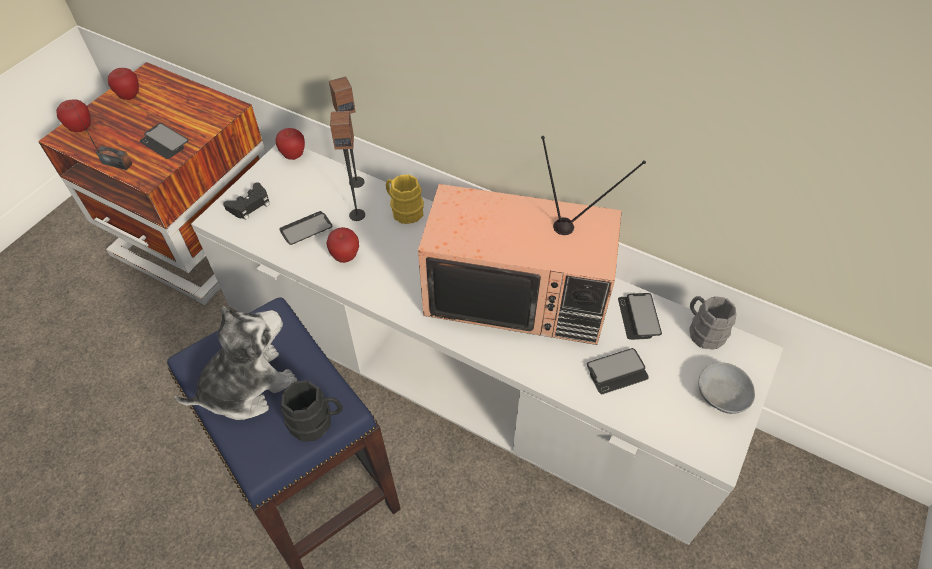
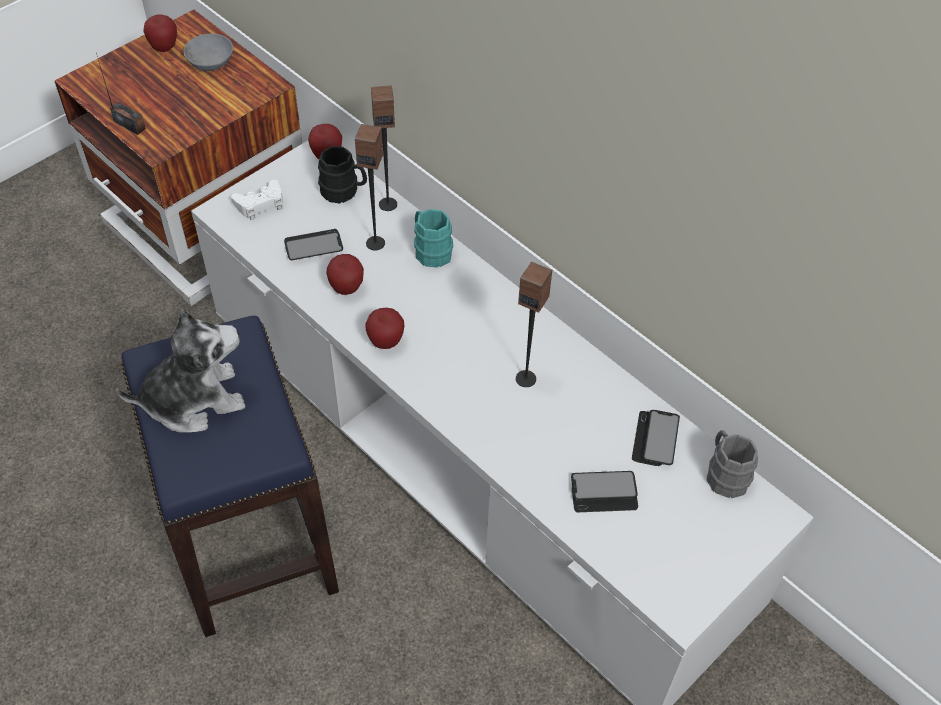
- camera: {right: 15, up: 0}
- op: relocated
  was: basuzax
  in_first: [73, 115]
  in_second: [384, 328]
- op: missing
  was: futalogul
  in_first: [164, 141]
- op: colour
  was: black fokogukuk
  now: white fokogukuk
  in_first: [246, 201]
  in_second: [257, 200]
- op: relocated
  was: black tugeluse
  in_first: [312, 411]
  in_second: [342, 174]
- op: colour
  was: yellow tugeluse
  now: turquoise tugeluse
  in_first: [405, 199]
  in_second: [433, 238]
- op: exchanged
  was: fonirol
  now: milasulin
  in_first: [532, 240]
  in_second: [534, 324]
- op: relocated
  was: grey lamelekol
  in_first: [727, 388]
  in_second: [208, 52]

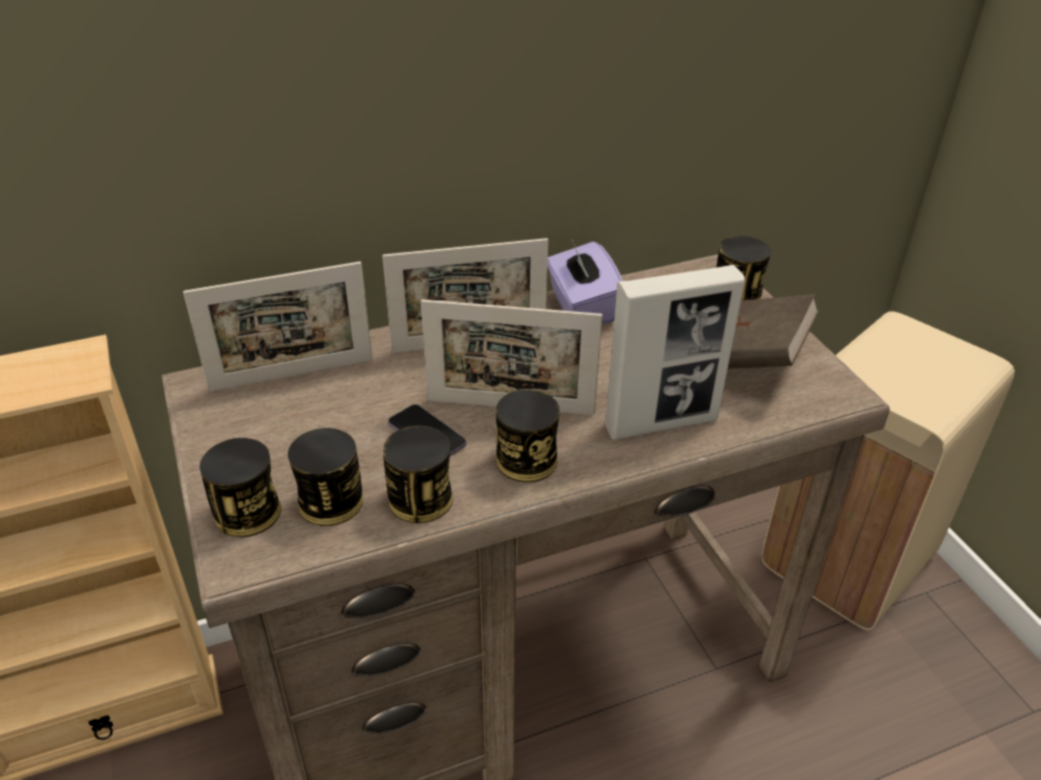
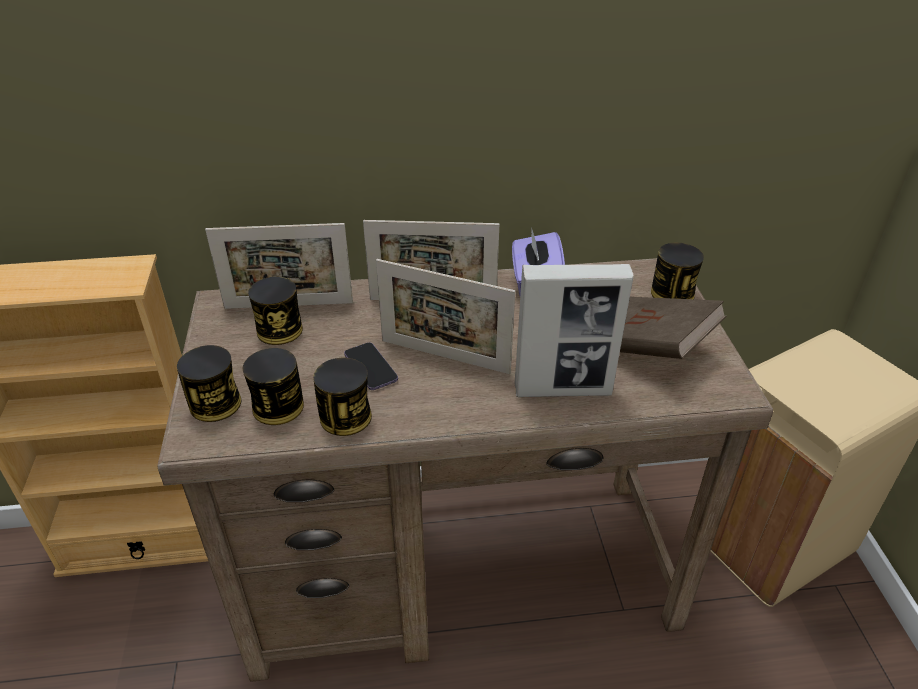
- camera: {right: 15, up: 0}
- op: relocated
  was: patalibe
  in_first: [528, 435]
  in_second: [275, 311]

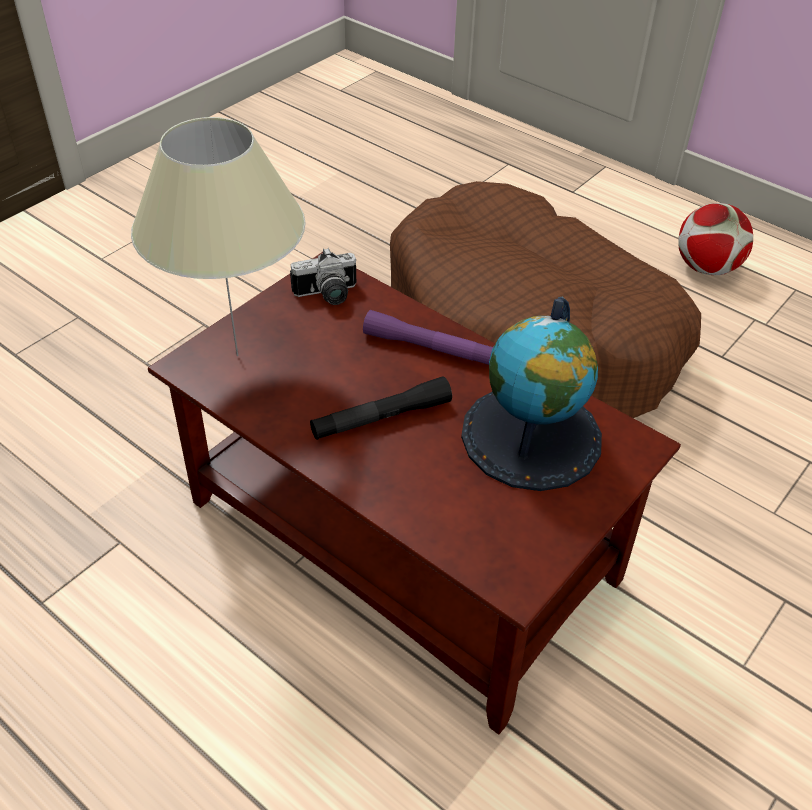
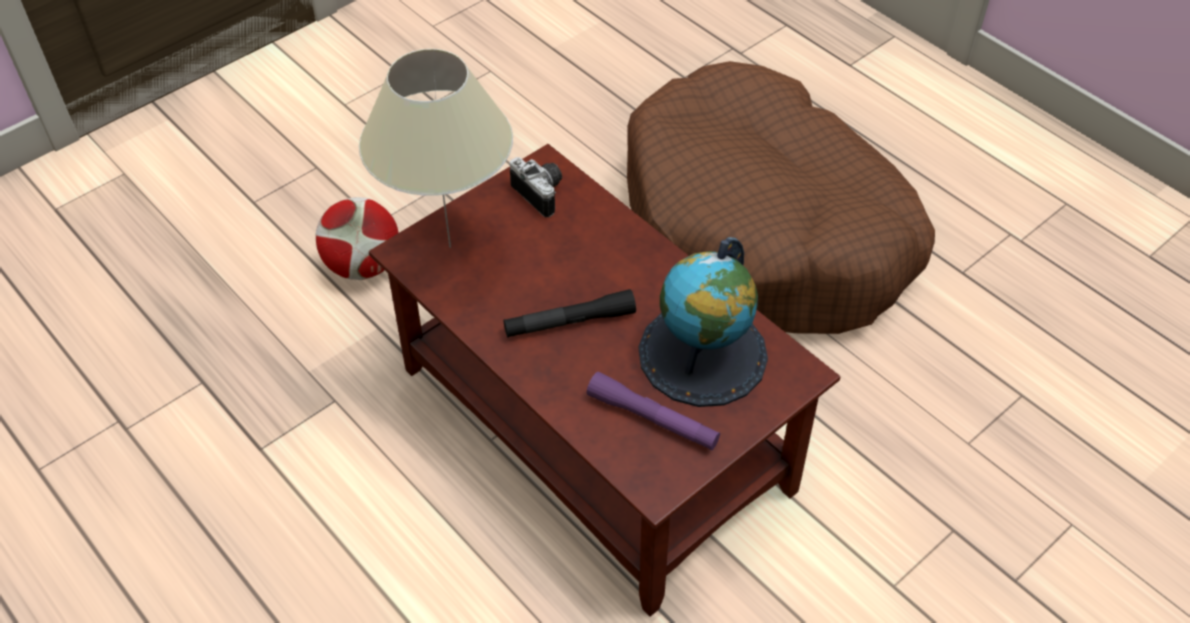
- camera: {right: 10, up: 5}
- op: spun
  was: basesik
  in_first: [323, 276]
  in_second: [536, 187]
  clockwise: -120
- op: relocated
  was: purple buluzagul
  in_first: [428, 337]
  in_second: [653, 411]
- op: relocated
  was: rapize
  in_first: [715, 239]
  in_second: [357, 238]

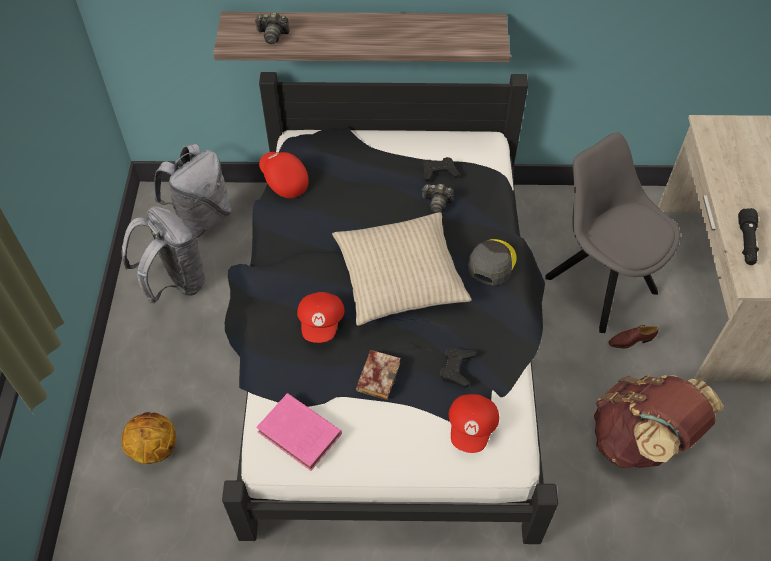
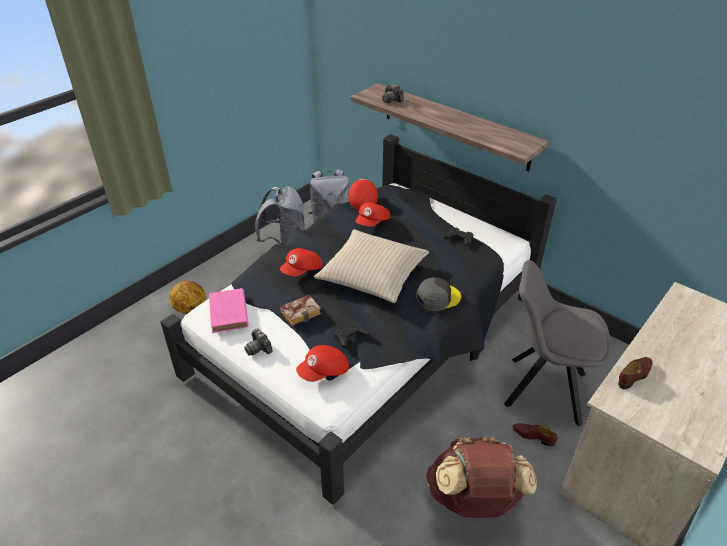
- camera: {right: 40, up: -15}
- op: relocated
  was: basesik
  in_first: [437, 198]
  in_second: [258, 342]
- op: spun
  was: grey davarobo
  in_first: [613, 233]
  in_second: [557, 343]
  clockwise: -75
- op: exchanged
  was: black buluzagul
  now: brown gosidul
  in_first: [748, 236]
  in_second: [635, 373]
- op: appeared
  now: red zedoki
  in_second: [372, 215]

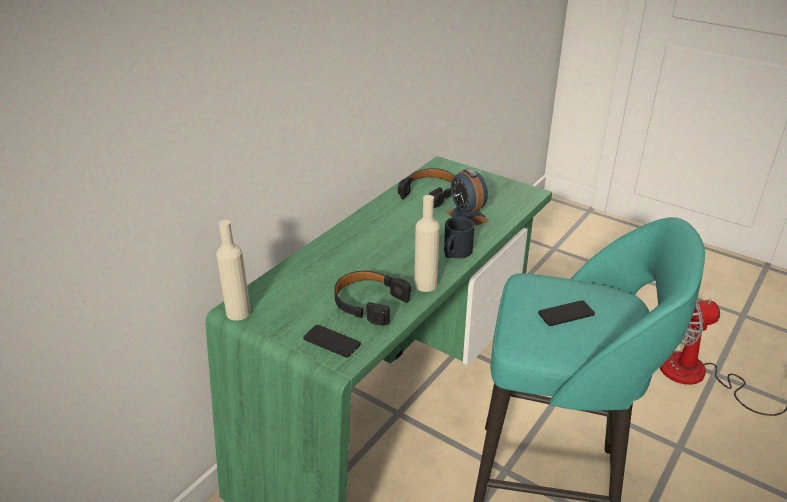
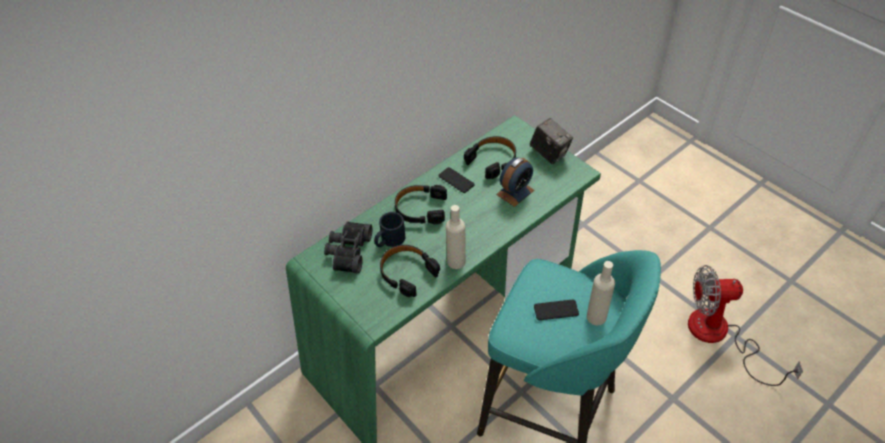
- camera: {right: 15, up: 15}
- op: relocated
  was: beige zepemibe
  in_first: [233, 270]
  in_second: [601, 293]
- op: relocated
  was: futalogul
  in_first: [332, 341]
  in_second: [456, 180]
- op: relocated
  was: black tugeluse
  in_first: [459, 237]
  in_second: [389, 229]
- op: spun
  was: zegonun
  in_first: [467, 196]
  in_second: [515, 182]
  clockwise: -120
- op: appeared
  now: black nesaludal
  in_second: [348, 247]
- op: appeared
  now: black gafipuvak
  in_second: [421, 204]
- op: appeared
  now: basesik
  in_second: [551, 141]

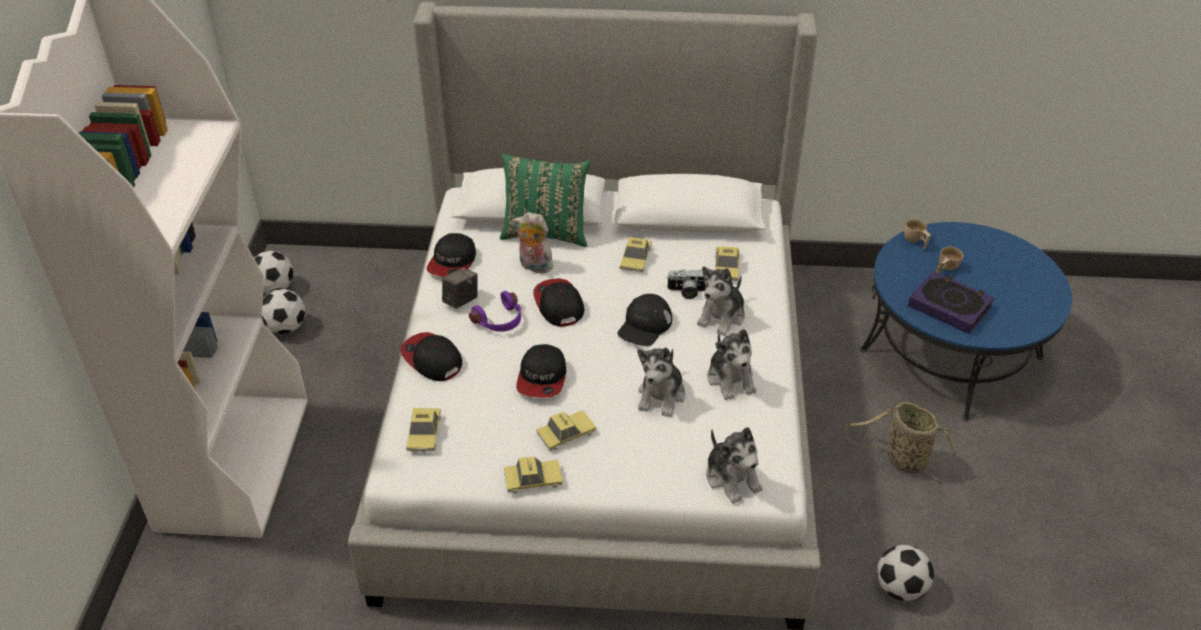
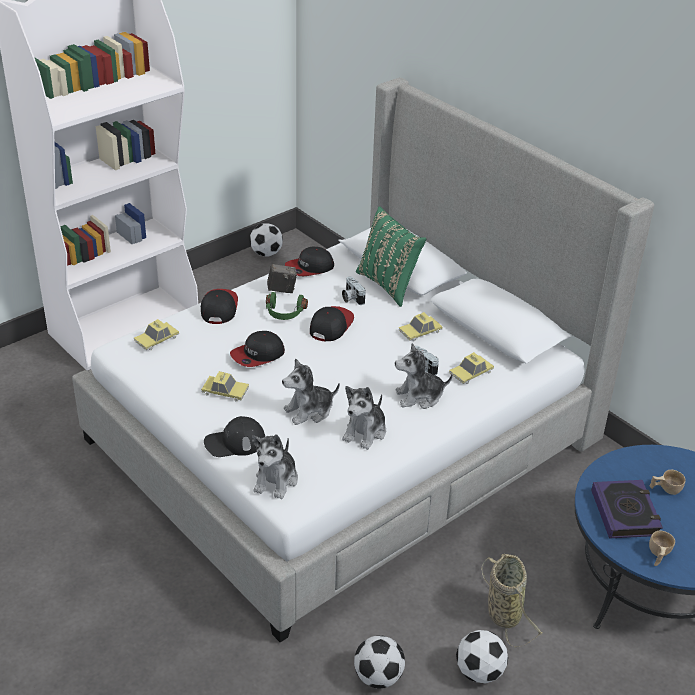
- camera: {right: 45, up: -5}
- op: relocated
  was: rapize
  in_first: [283, 311]
  in_second: [482, 656]
- op: colour
  was: purple gafipuvak
  now: green gafipuvak
  in_first: [495, 311]
  in_second: [287, 306]
- op: missing
  was: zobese
  in_first: [533, 475]
- op: exchanged
  was: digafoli
  now: basesik
  in_first: [534, 242]
  in_second: [354, 290]
- op: relocated
  was: black zedoki
  in_first: [644, 320]
  in_second: [234, 436]
- op: relocated
  was: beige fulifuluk
  in_first: [917, 234]
  in_second: [662, 548]

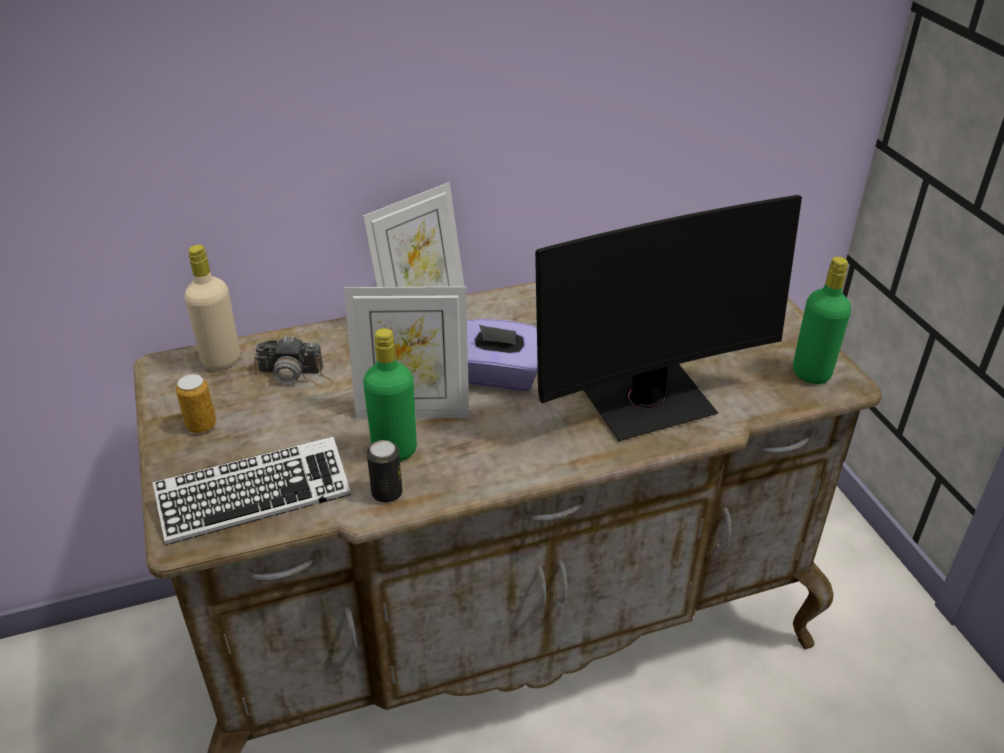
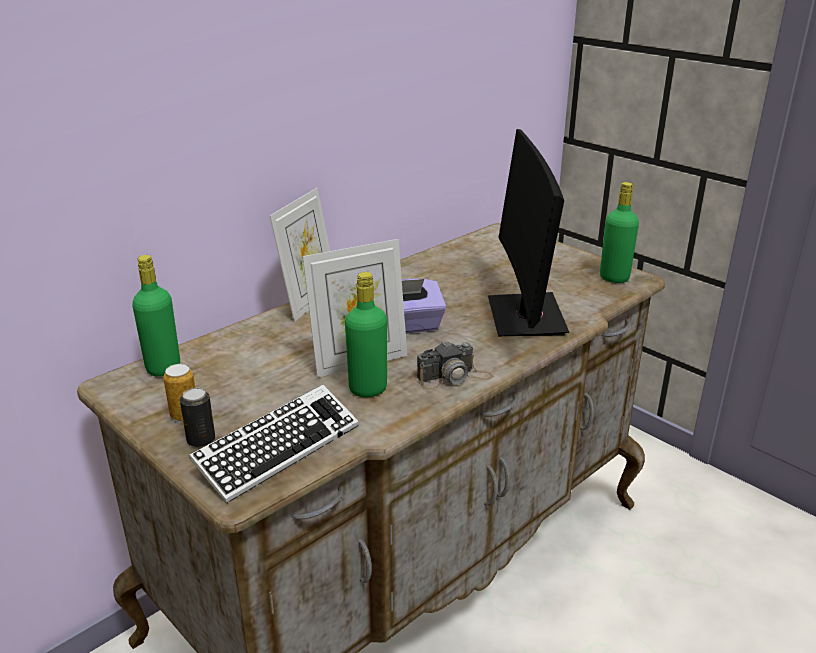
- camera: {right: -25, up: -10}
- op: colour
  was: beige zepemibe
  now: green zepemibe
  in_first: [212, 308]
  in_second: [156, 316]
- op: relocated
  was: basesik
  in_first: [294, 362]
  in_second: [455, 364]
- op: relocated
  was: patalibe
  in_first: [385, 471]
  in_second: [197, 417]
- op: spun
  was: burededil
  in_first: [668, 318]
  in_second: [528, 233]
  clockwise: 135

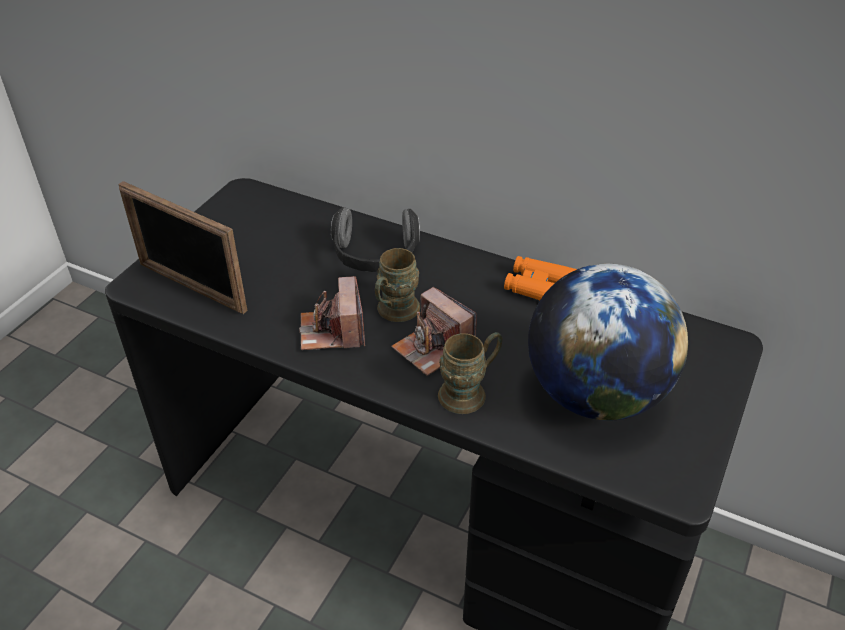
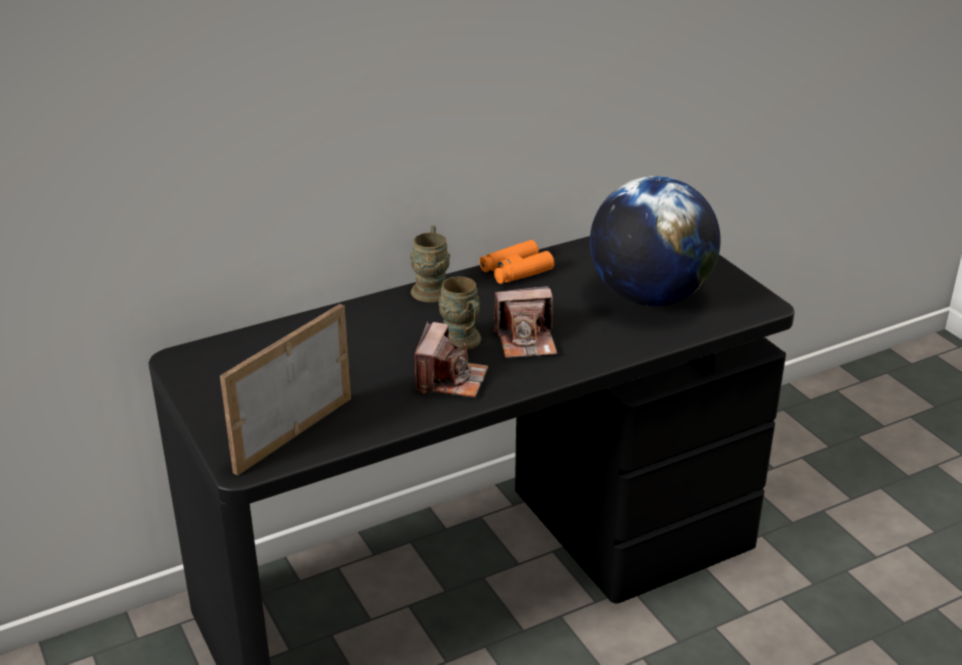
- camera: {right: -55, up: -10}
- op: spun
  was: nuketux
  in_first: [183, 247]
  in_second: [285, 390]
  clockwise: 150
- op: spun
  was: basesik
  in_first: [332, 313]
  in_second: [451, 359]
  clockwise: -105
- op: missing
  was: gafipuvak
  in_first: [375, 239]
- op: relocated
  was: brown tugeluse
  in_first: [470, 373]
  in_second: [430, 264]

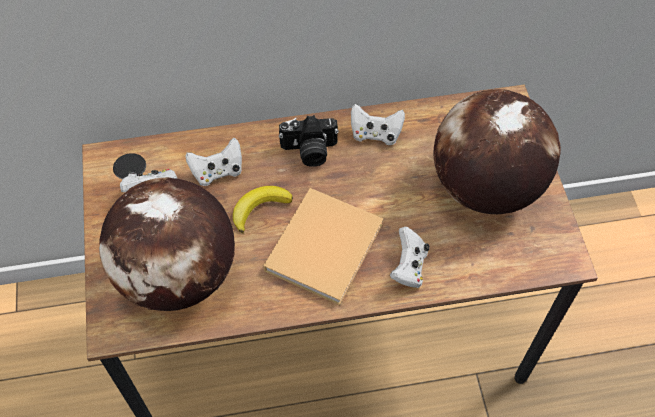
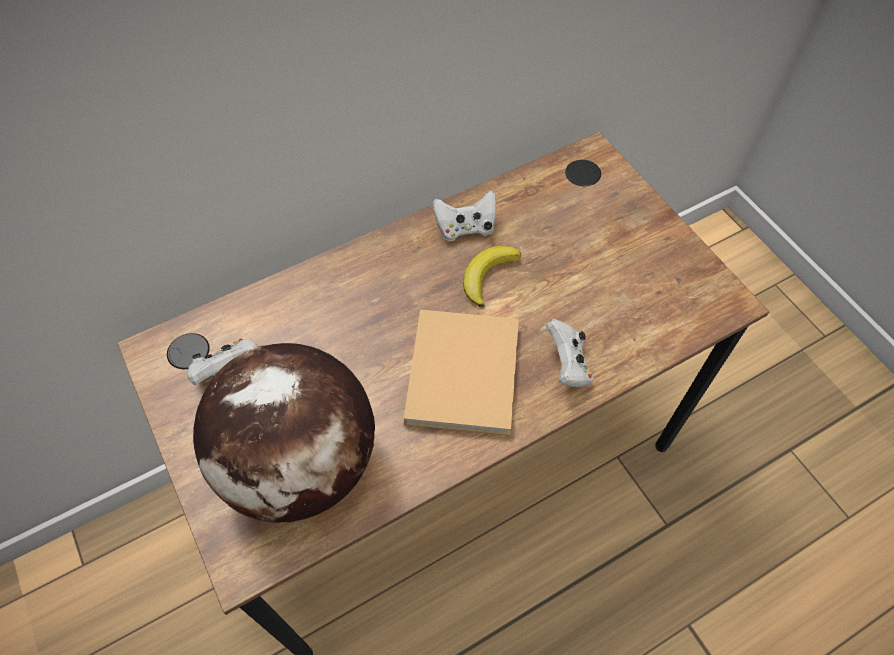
- camera: {right: -20, up: 0}
- op: missing
  was: white fokogukuk
  in_first: [213, 162]
- op: relocated
  was: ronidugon
  in_first: [263, 209]
  in_second: [492, 277]
- op: missing
  was: basesik
  in_first: [309, 141]
- op: missing
  was: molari
  in_first: [497, 151]

